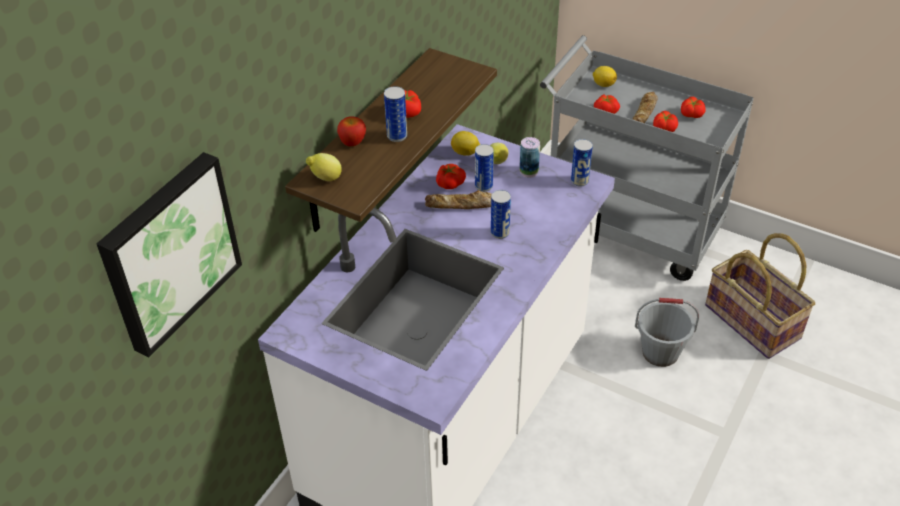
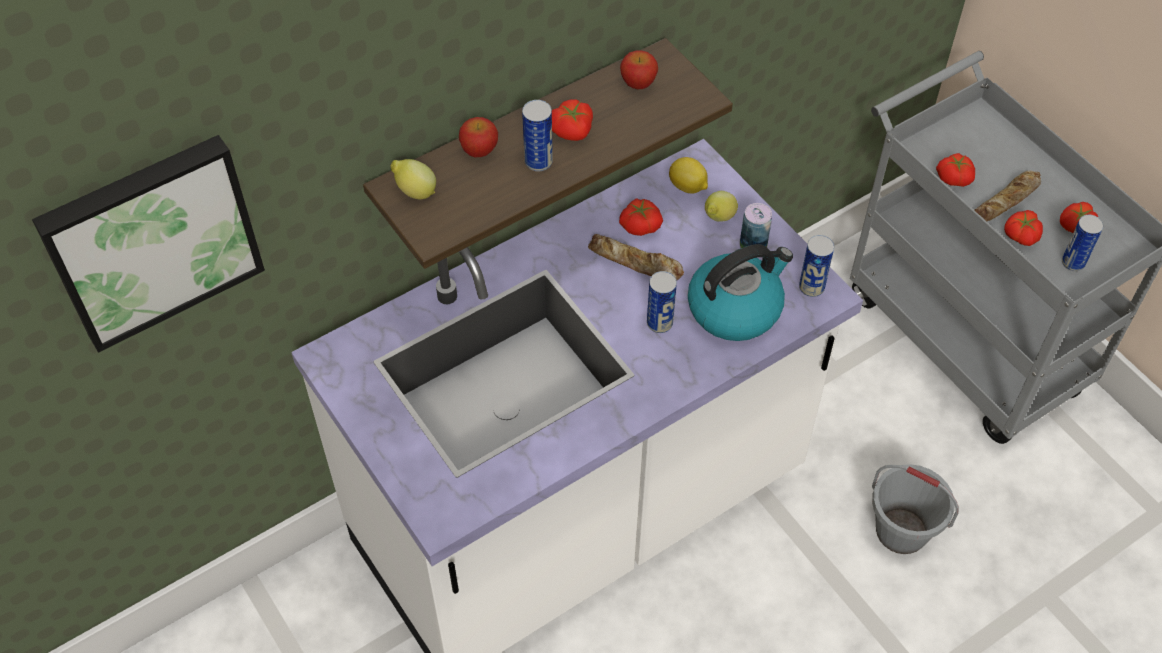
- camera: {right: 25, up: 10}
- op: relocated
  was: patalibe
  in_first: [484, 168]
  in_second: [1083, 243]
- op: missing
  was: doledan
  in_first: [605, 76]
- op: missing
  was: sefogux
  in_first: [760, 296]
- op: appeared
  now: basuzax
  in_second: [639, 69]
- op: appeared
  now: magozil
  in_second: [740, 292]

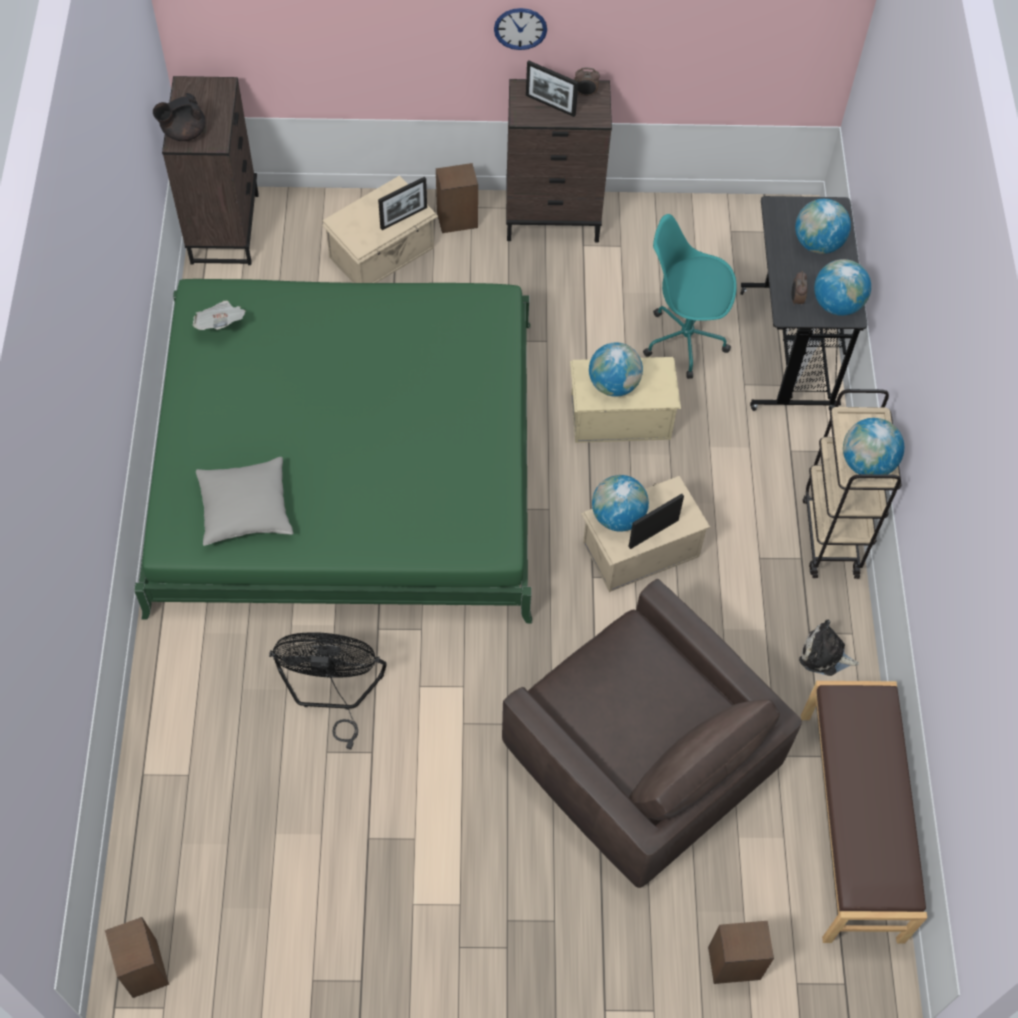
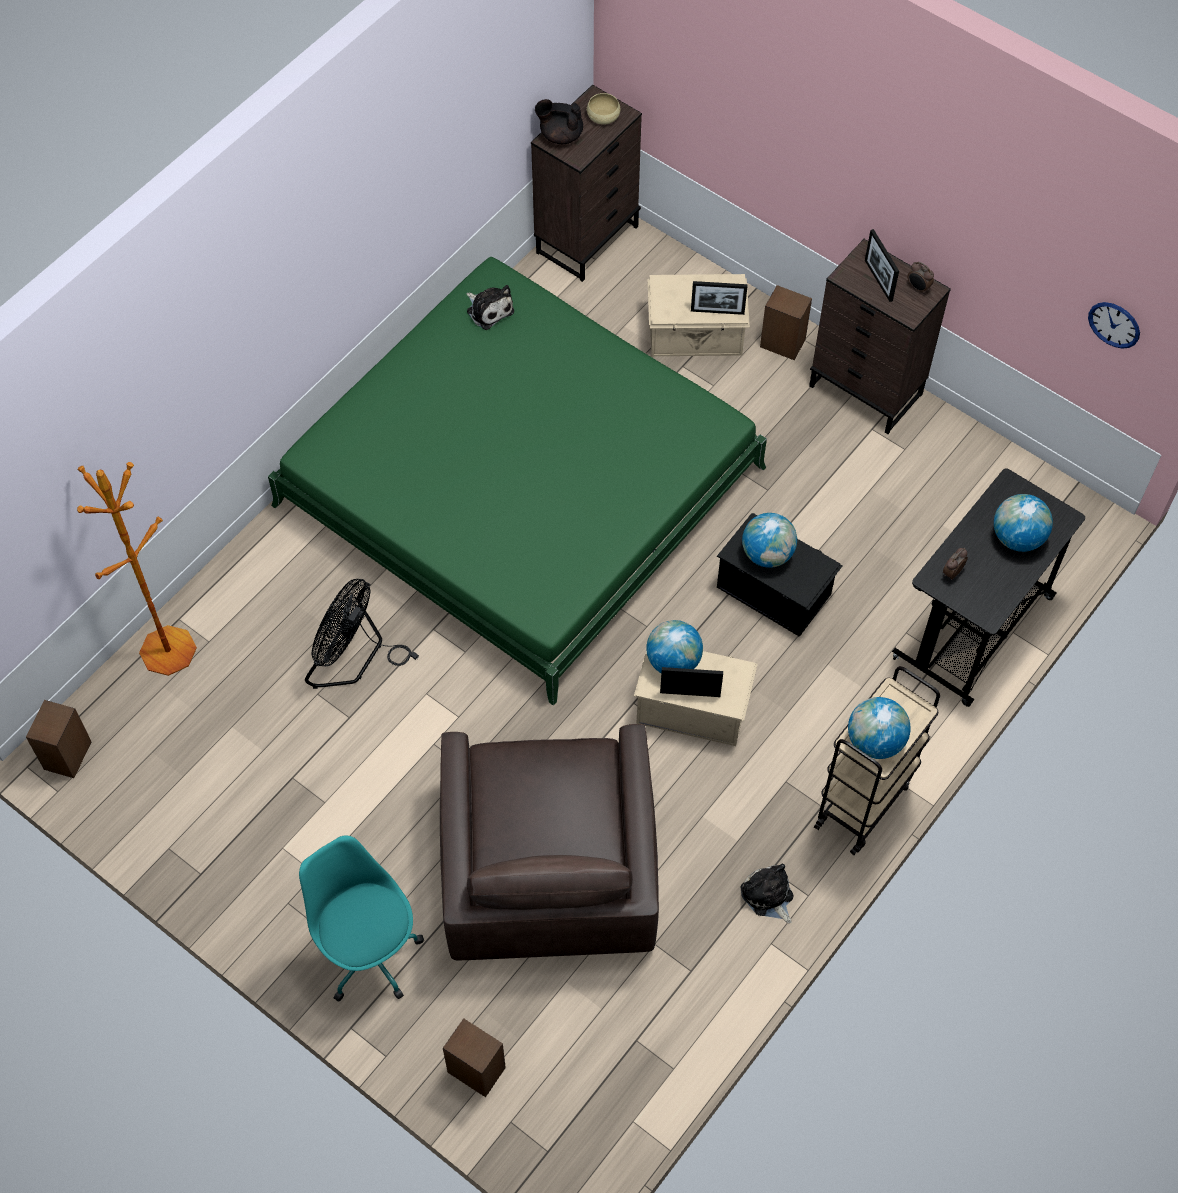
- camera: {right: 40, up: 0}
- op: exchanged
  was: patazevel
  now: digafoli
  in_first: [219, 315]
  in_second: [490, 307]
- op: missing
  was: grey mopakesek
  in_first: [244, 501]
- op: spun
  was: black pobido
  in_first: [328, 690]
  in_second: [362, 634]
  clockwise: -105
- op: relocated
  was: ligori
  in_first: [520, 29]
  in_second: [1114, 325]
- op: colour
  was: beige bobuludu
  now: black bobuludu
  in_first: [625, 399]
  in_second: [780, 575]
- op: relocated
  was: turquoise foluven
  in_first: [690, 296]
  in_second: [361, 918]
- op: missing
  was: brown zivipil
  in_first: [864, 812]
- op: missing
  was: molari
  in_first: [842, 287]
- op: appeared
  now: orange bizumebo
  in_second: [137, 569]
- op: appeared
  now: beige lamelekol
  in_second: [603, 109]

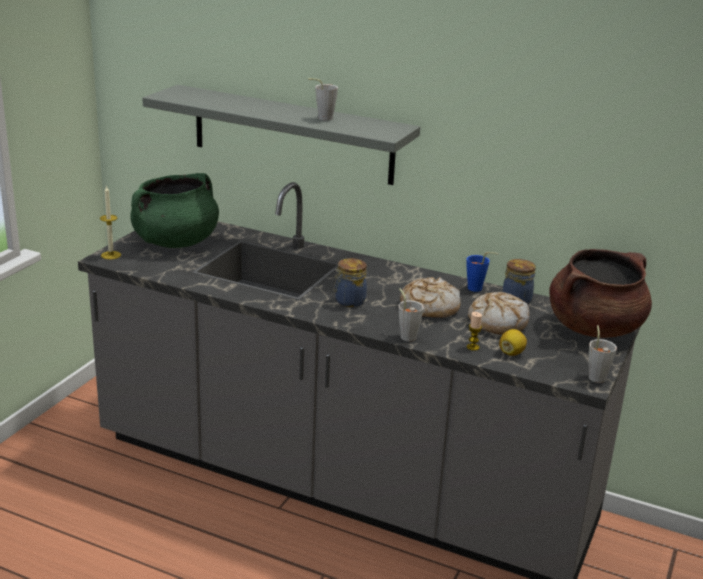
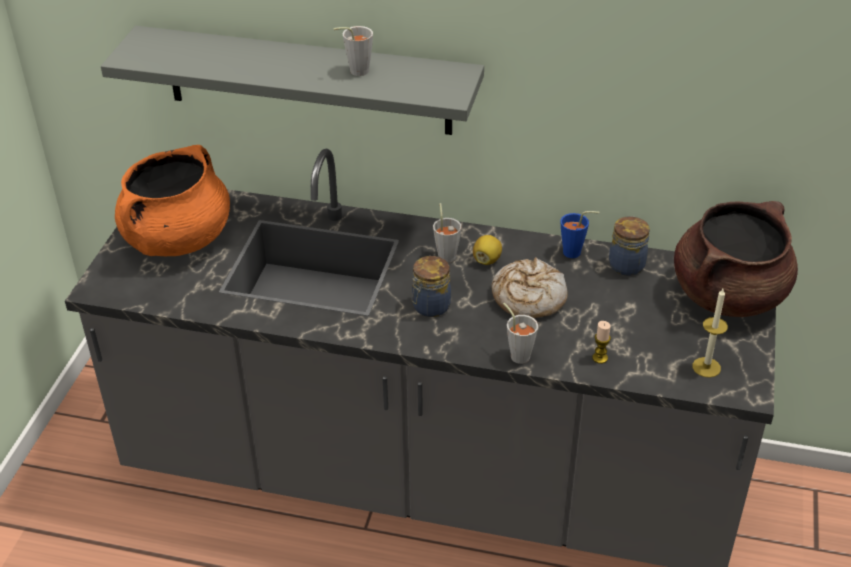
- camera: {right: -10, up: 15}
- op: relocated
  was: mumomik
  in_first: [110, 222]
  in_second: [710, 333]
- op: colour
  was: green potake
  now: orange potake
  in_first: [174, 210]
  in_second: [172, 200]
- op: missing
  was: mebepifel
  in_first: [498, 313]
- op: relocated
  was: doledan
  in_first: [513, 342]
  in_second: [487, 250]
- op: relocated
  was: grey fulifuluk
  in_first: [603, 354]
  in_second: [447, 233]

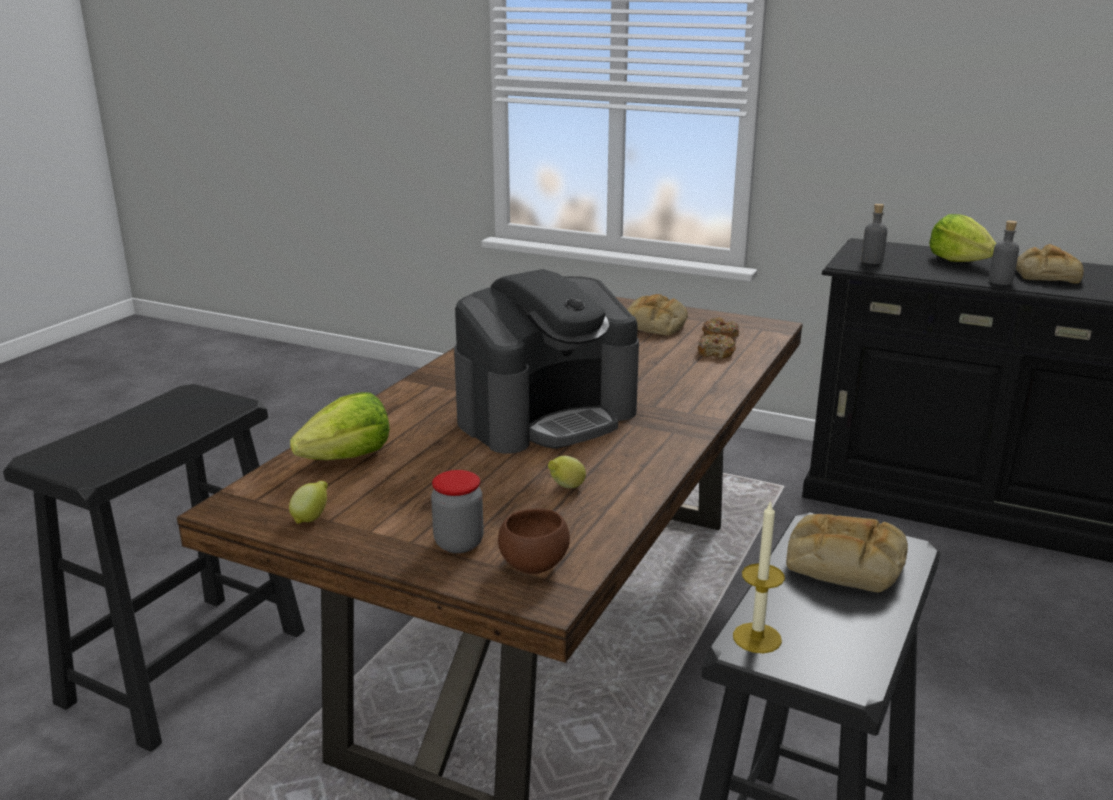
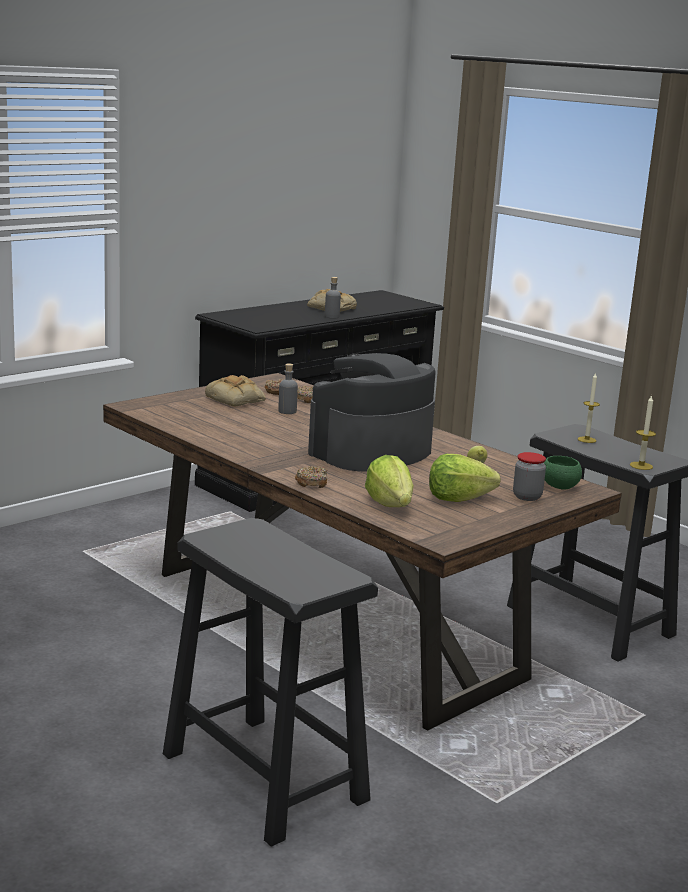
- camera: {right: -70, up: -5}
- op: missing
  was: doledan
  in_first: [308, 502]
- op: spun
  was: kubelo
  in_first: [546, 361]
  in_second: [372, 412]
  clockwise: -120
- op: colour
  was: brown lamelekol
  now: green lamelekol
  in_first: [534, 541]
  in_second: [563, 473]
- op: exchanged
  was: mebepifel
  now: mumomik
  in_first: [847, 553]
  in_second: [589, 408]
- op: relocated
  was: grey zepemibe
  in_first: [874, 234]
  in_second: [288, 388]
- op: relocated
  was: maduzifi
  in_first: [963, 238]
  in_second: [465, 478]
- op: appeared
  now: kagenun
  in_second: [311, 477]

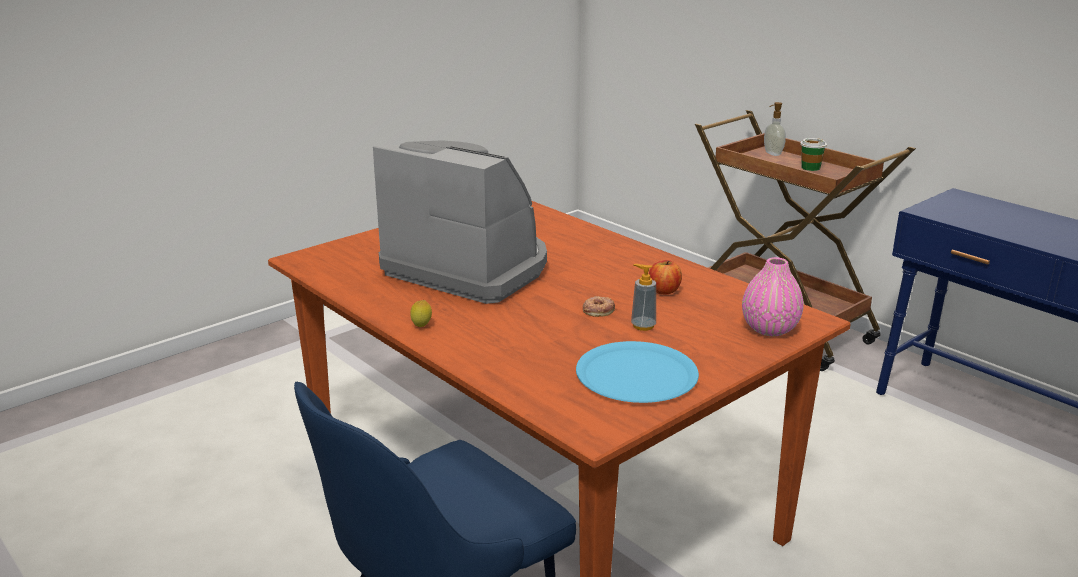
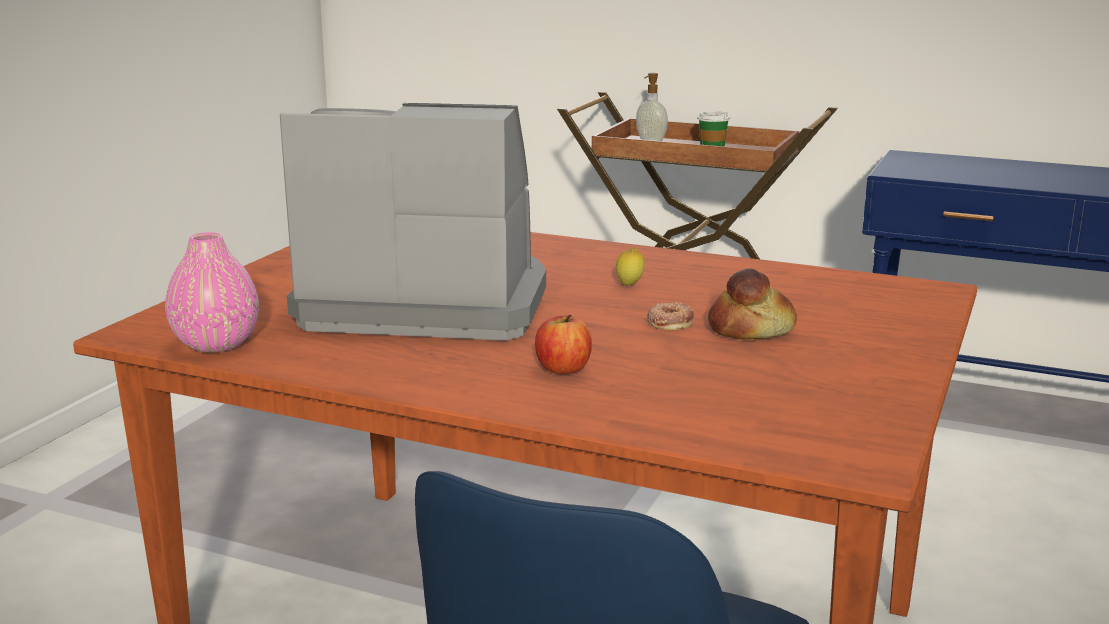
- camera: {right: -25, up: -5}
- op: relocated
  was: doledan
  in_first: [421, 313]
  in_second: [630, 266]
- op: missing
  was: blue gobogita
  in_first: [637, 372]
- op: exchanged
  was: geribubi
  now: mebepifel
  in_first: [643, 297]
  in_second: [752, 304]
- op: relocated
  was: basuzax
  in_first: [665, 277]
  in_second: [563, 344]
- op: relocated
  was: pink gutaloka
  in_first: [773, 296]
  in_second: [212, 292]

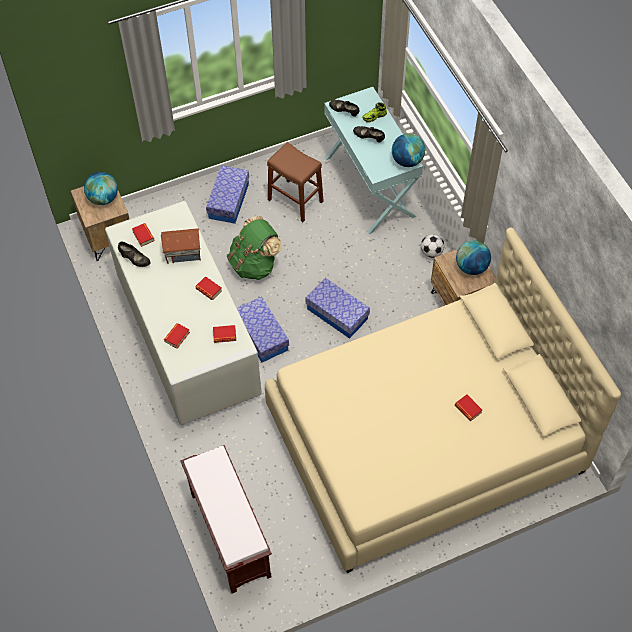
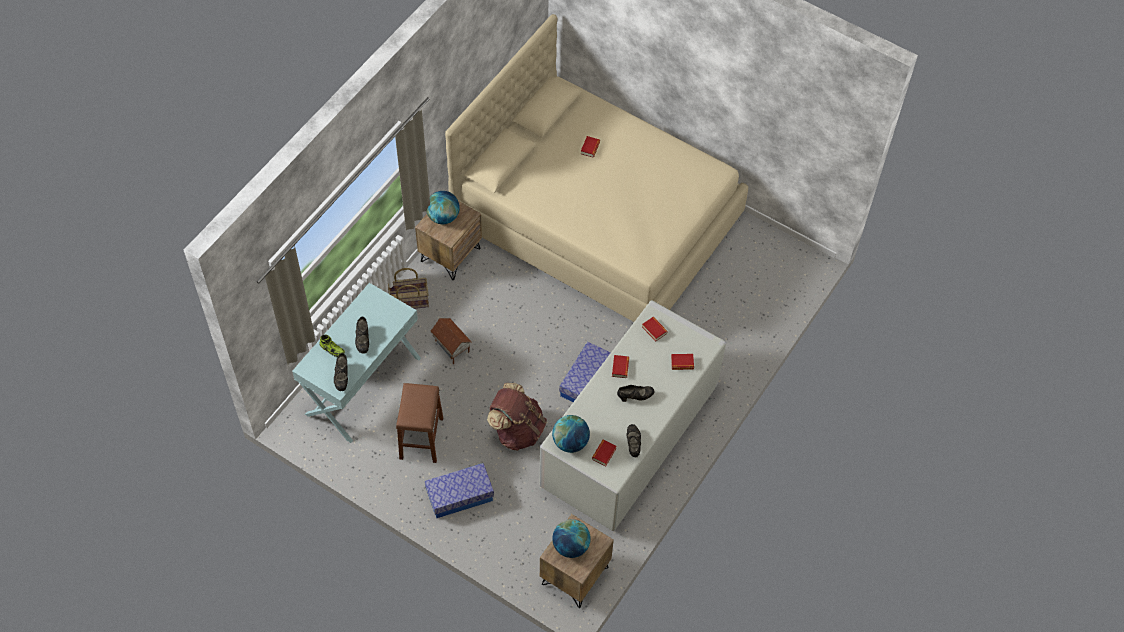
- camera: {right: -125, up: 0}
- op: relocated
  was: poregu
  in_first: [181, 246]
  in_second: [451, 341]
- op: missing
  was: brown zivipil
  in_first: [226, 519]
- op: colour
  was: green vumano
  now: brown vumano
  in_first: [254, 248]
  in_second: [517, 417]
- op: missing
  was: bobuludu
  in_first: [338, 308]
- op: relocated
  was: molari
  in_first: [408, 150]
  in_second: [571, 434]
- op: exchanged
  was: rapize
  now: sefogux
  in_first: [432, 246]
  in_second: [408, 288]
- op: appeared
  now: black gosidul
  in_second: [635, 393]

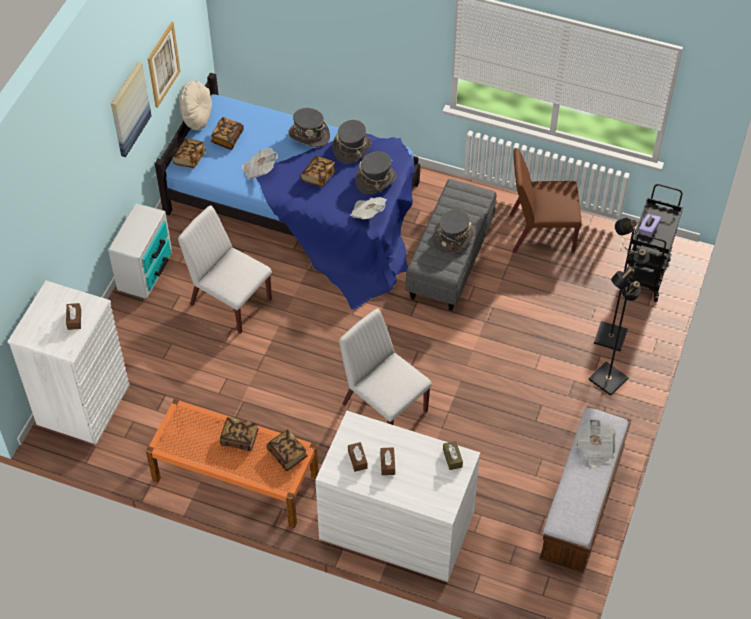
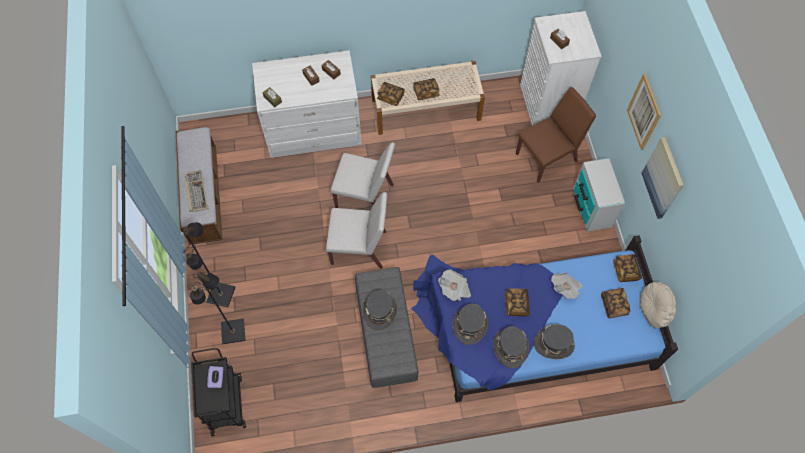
- camera: {right: 150, up: 10}
- op: colour
  was: orange zivipil
  now: beige zivipil
  in_first: [232, 464]
  in_second: [428, 98]
- op: relocated
  was: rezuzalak
  in_first: [164, 65]
  in_second: [644, 112]
- op: relocated
  was: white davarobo
  in_first: [225, 269]
  in_second: [356, 230]
- op: relocated
  was: brown davarobo
  in_first: [546, 200]
  in_second: [556, 135]
- op: exchanged
  was: patazevel
  now: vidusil
  in_first: [596, 443]
  in_second: [196, 191]

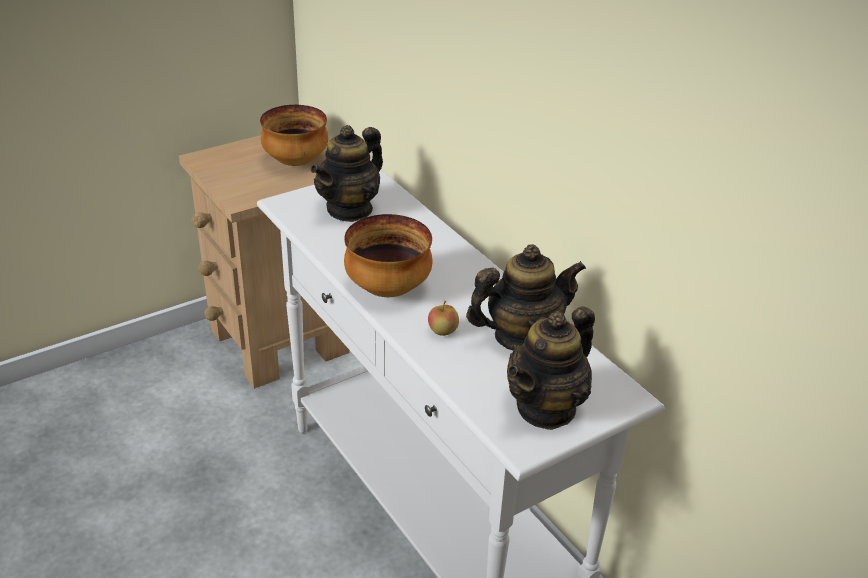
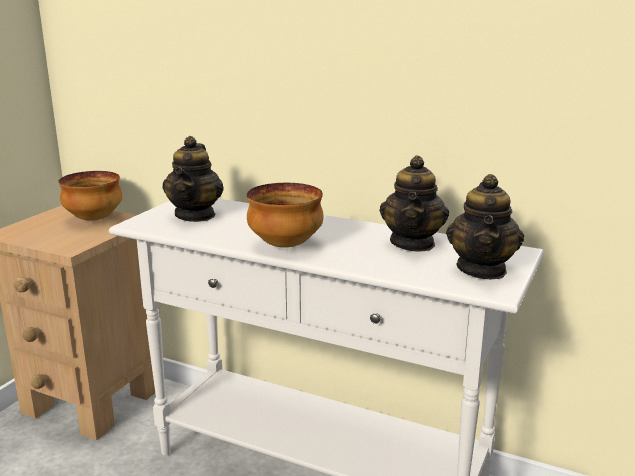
- camera: {right: -30, up: -15}
- op: missing
  was: basuzax
  in_first: [443, 318]
- op: spun
  was: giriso
  in_first: [526, 297]
  in_second: [414, 203]
  clockwise: 150

